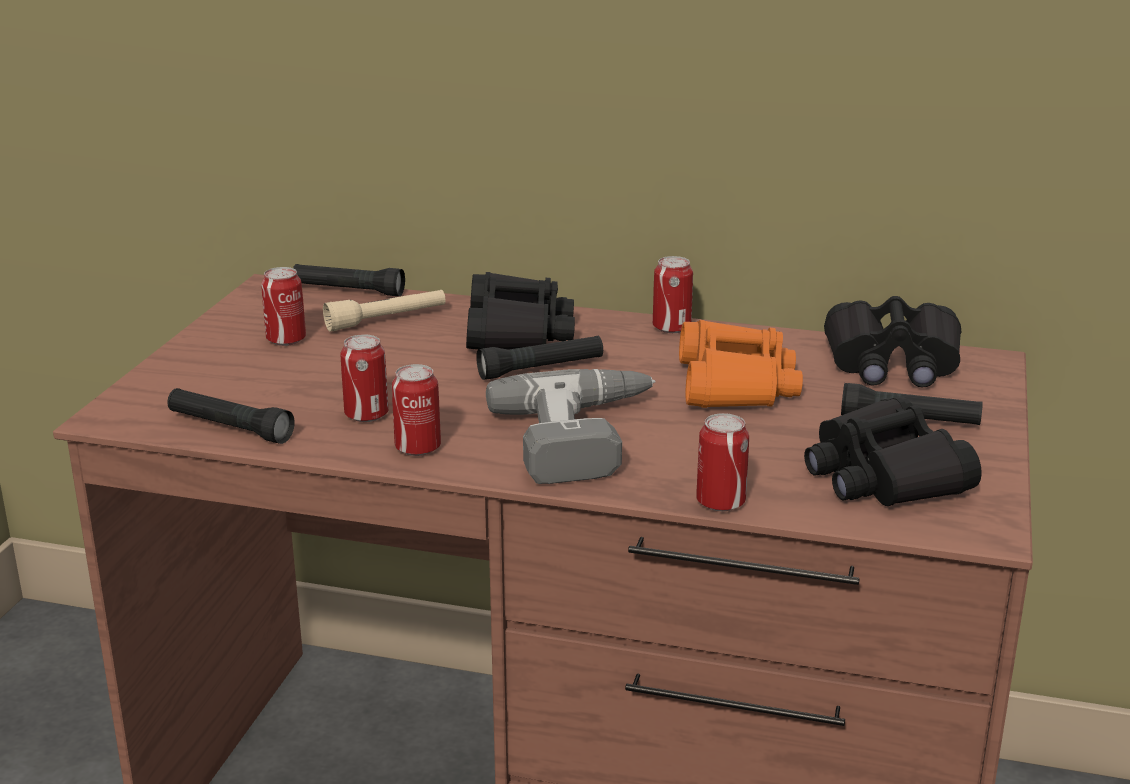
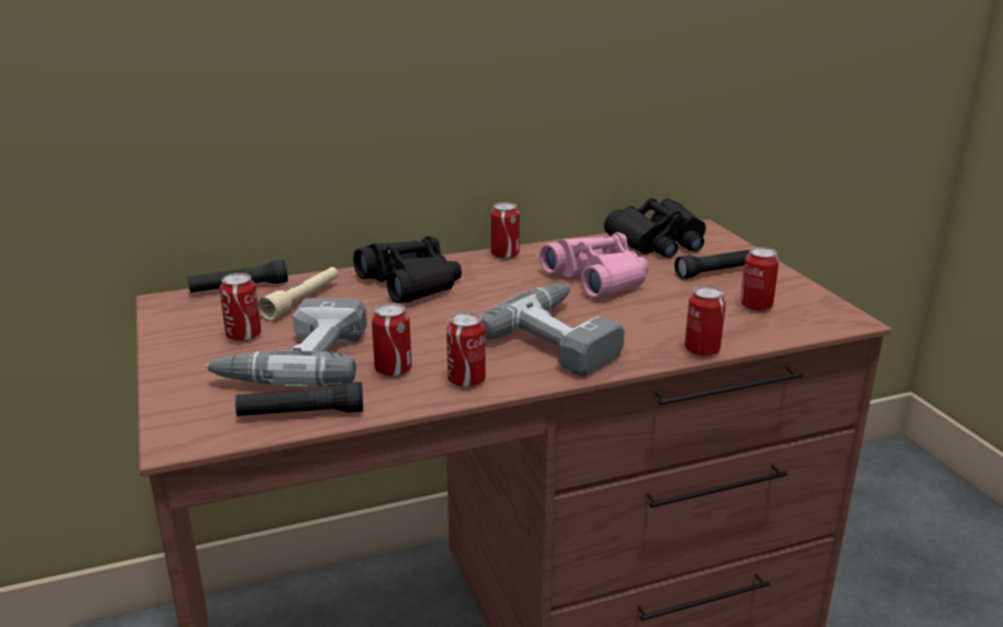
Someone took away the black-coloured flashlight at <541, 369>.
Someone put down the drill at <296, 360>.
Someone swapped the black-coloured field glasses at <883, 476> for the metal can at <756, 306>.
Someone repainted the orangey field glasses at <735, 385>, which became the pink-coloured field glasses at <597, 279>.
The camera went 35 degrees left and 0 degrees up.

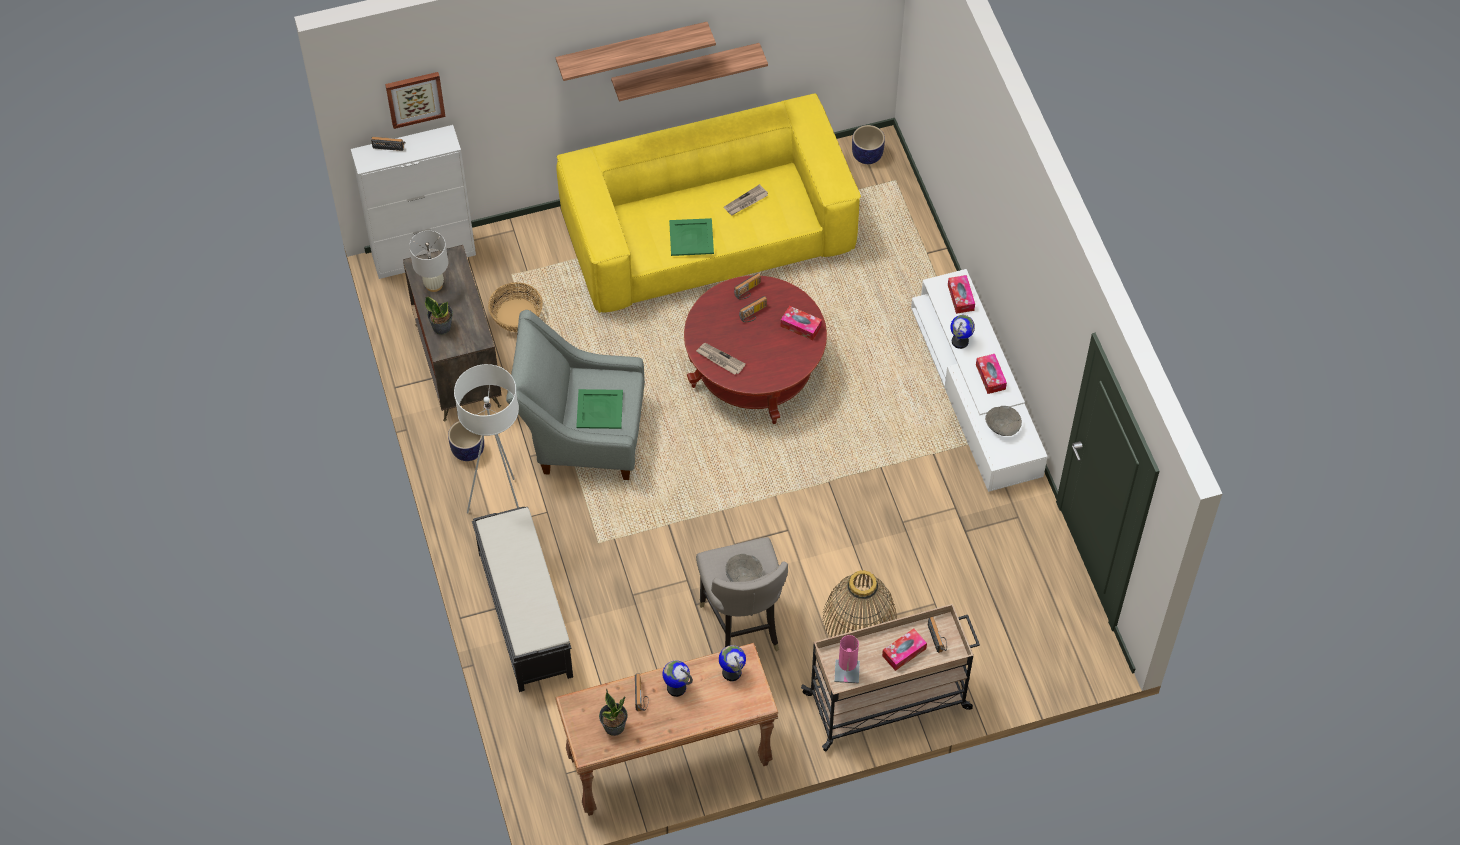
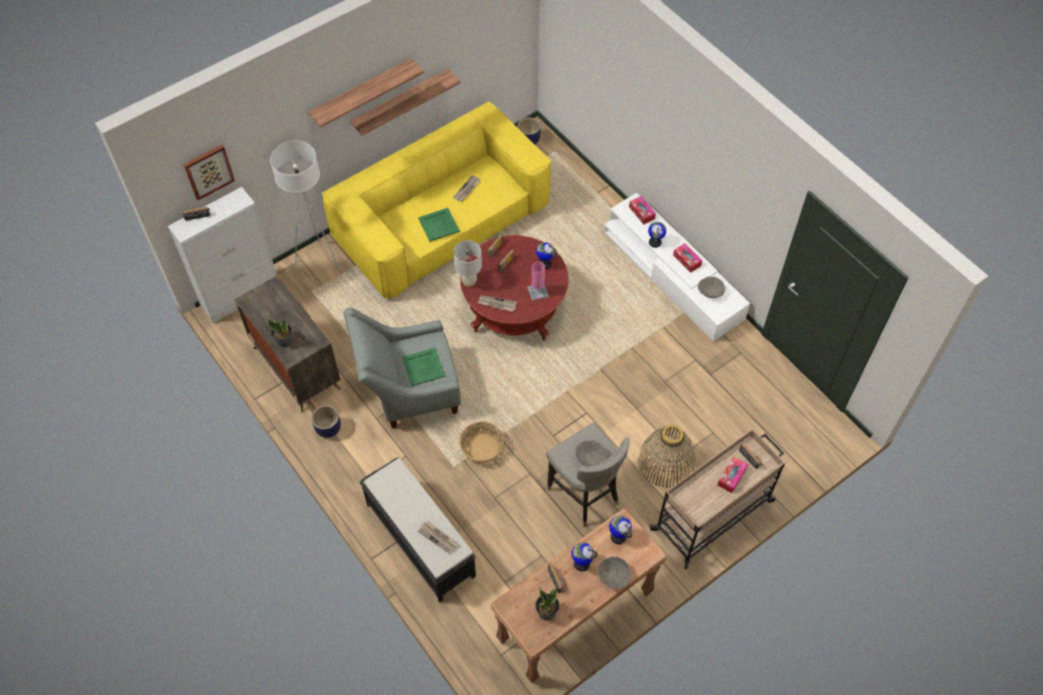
Someone put down the printed paper at <438, 537>.
Someone put down the grey deep dish at <614, 576>.
Someone carried the white lamp for a table from <434, 284> to <469, 281>.
Someone carried the white standing lamp from <502, 508> to <318, 260>.
Someone carried the basket from <516, 315> to <482, 448>.
Someone carried the pink-coloured lamp for a table from <847, 671> to <537, 292>.
Someone swapped the box of tissues at <800, 326> for the desk globe at <544, 263>.
The camera went 20 degrees left and 0 degrees up.

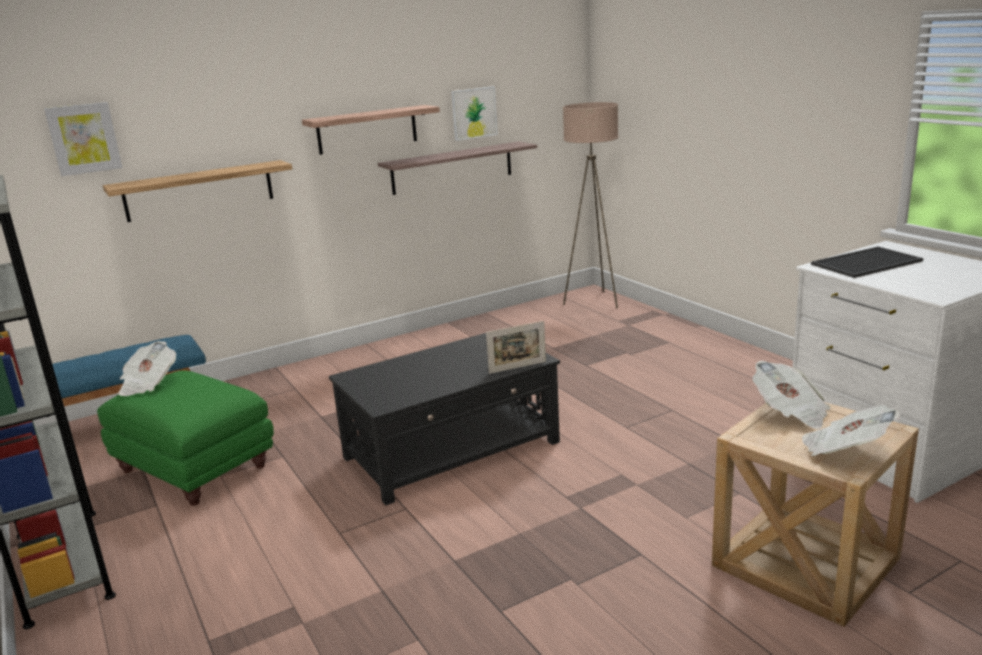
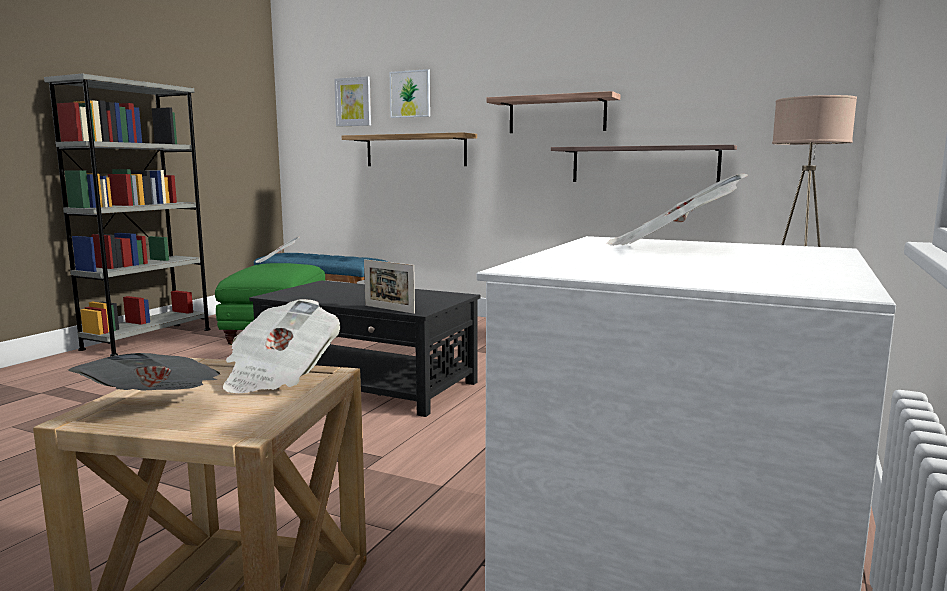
Someone carried the wall picture from <474, 113> to <410, 94>.
Someone swapped the carrying tray at <867, 263> for the printed paper at <670, 247>.
The camera went 55 degrees right and 10 degrees down.

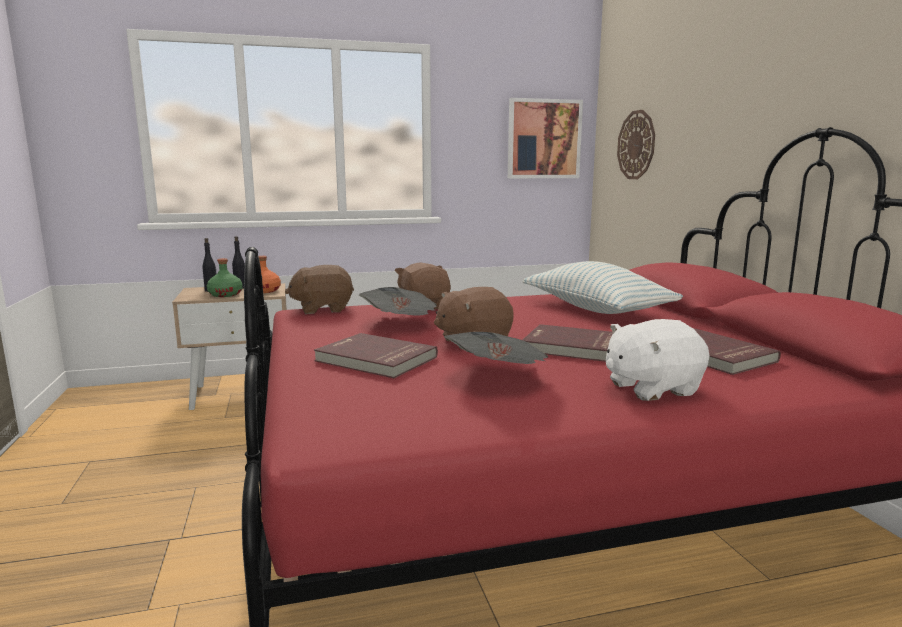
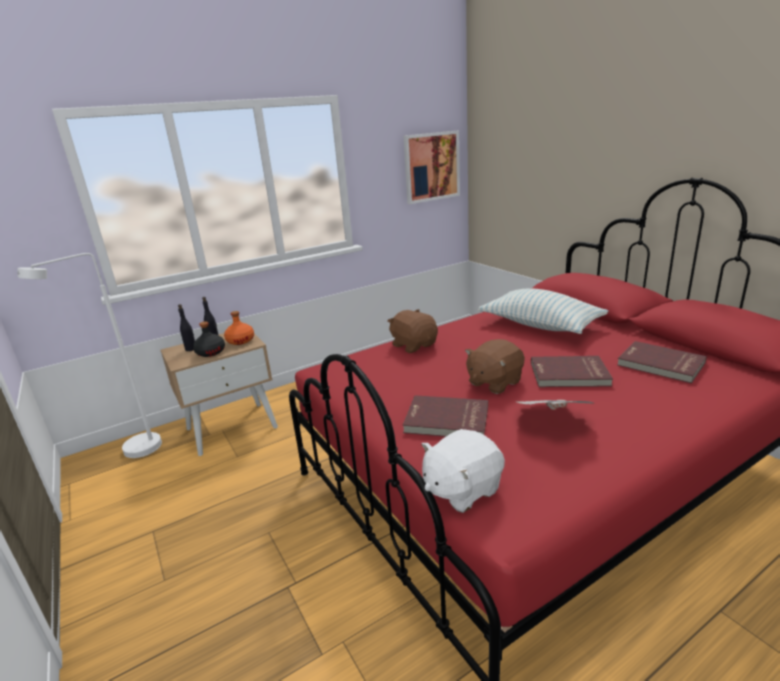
Someone took away the brown-coloured plush toy at <322, 309>.
Someone took away the printed paper at <401, 323>.
Someone took away the wall clock at <636, 145>.
Someone put down the white standing lamp at <133, 453>.
Someone carried the white plush toy from <651, 388> to <461, 489>.
Someone repainted the green drink bottle at <225, 294>, which became the black-coloured drink bottle at <210, 352>.
The camera went 15 degrees left and 10 degrees up.

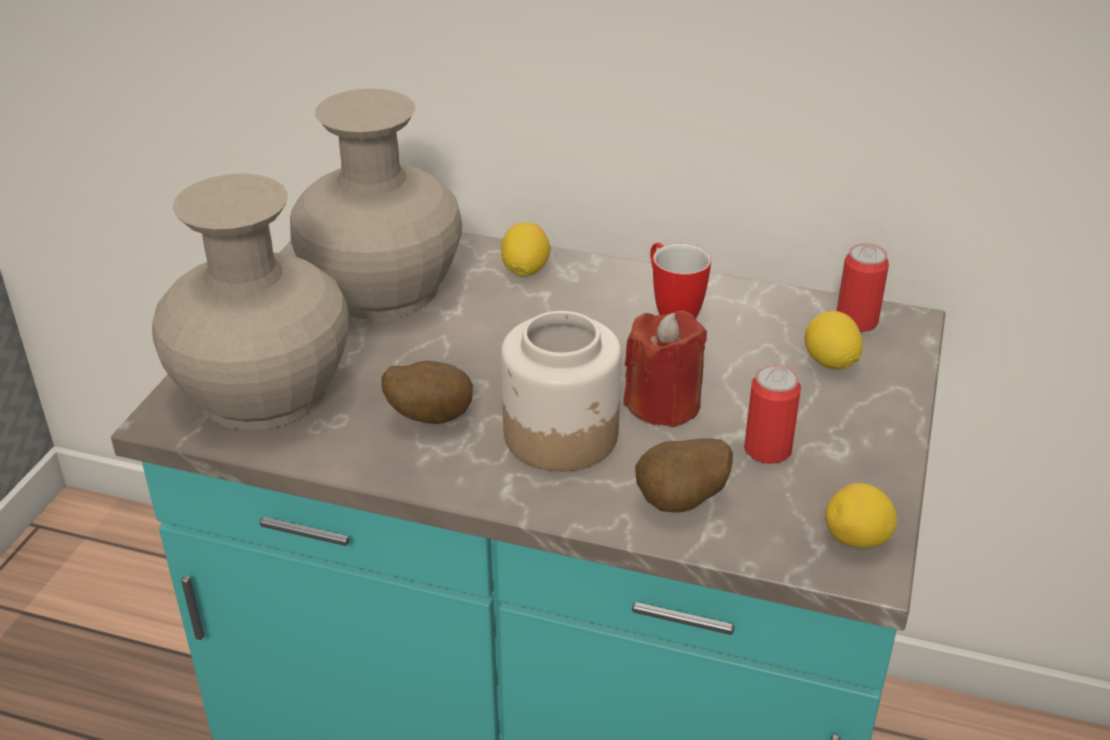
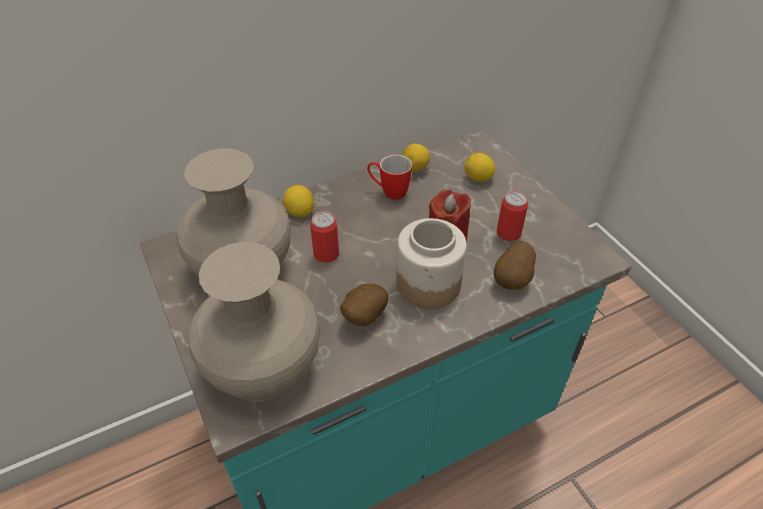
Someone carried the citrus fruit from <856, 540> to <415, 168>.
Someone carried the metal can from <856, 321> to <326, 254>.
The camera went 45 degrees left and 10 degrees up.

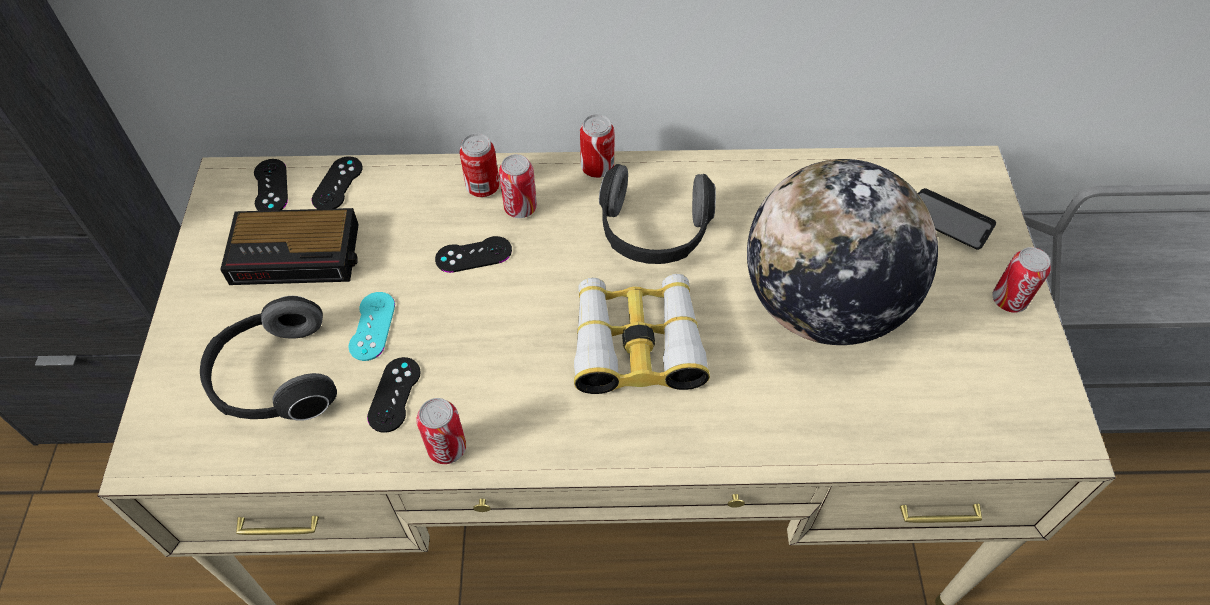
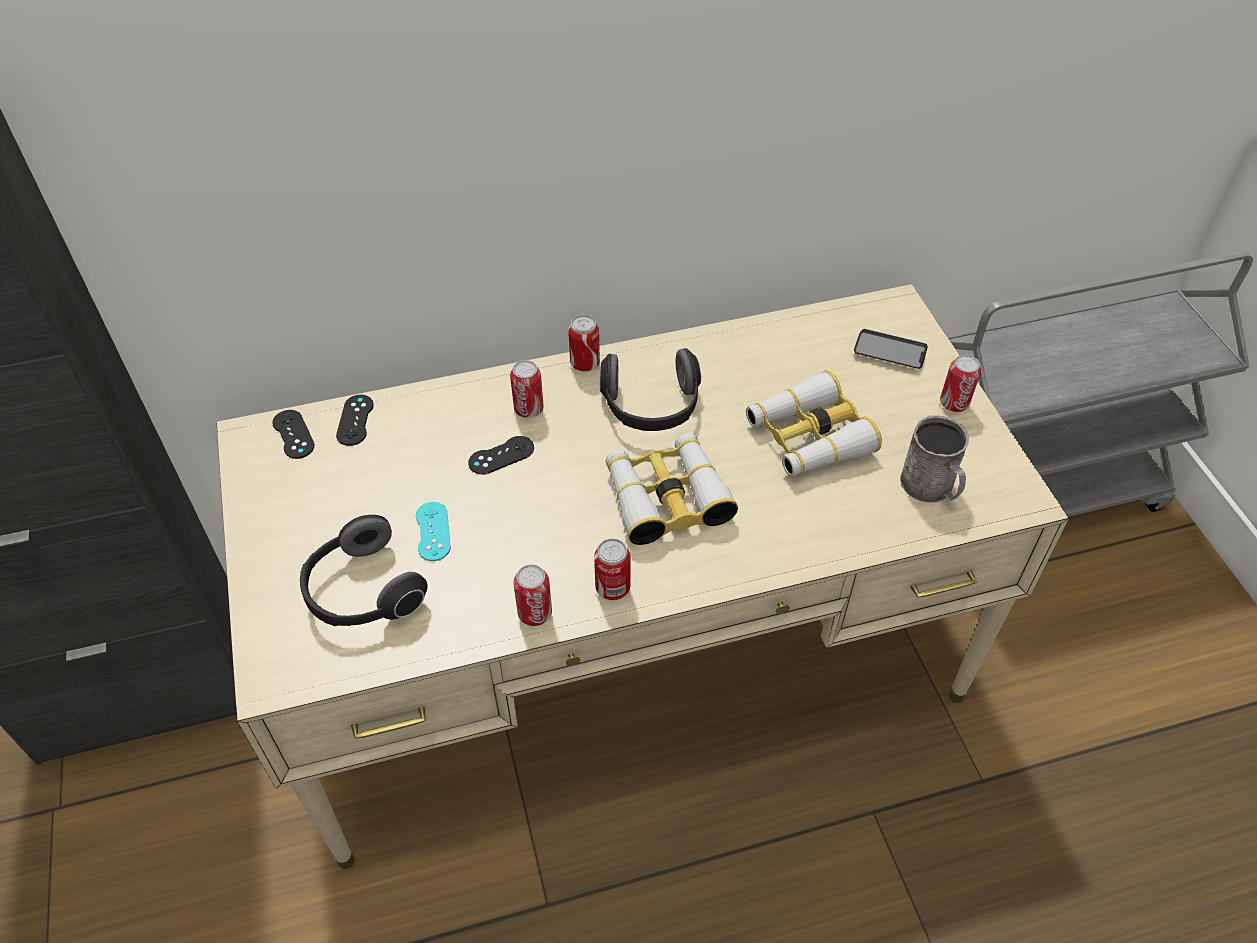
Someone took away the alarm clock at <298, 253>.
Someone took away the black-coloured gamepad at <394, 394>.
Someone put down the grey tea mug at <931, 488>.
Someone carried the metal can from <483, 187> to <612, 588>.
Someone swapped the desk globe at <822, 305> for the field glasses at <808, 437>.
The camera went 15 degrees left and 5 degrees down.

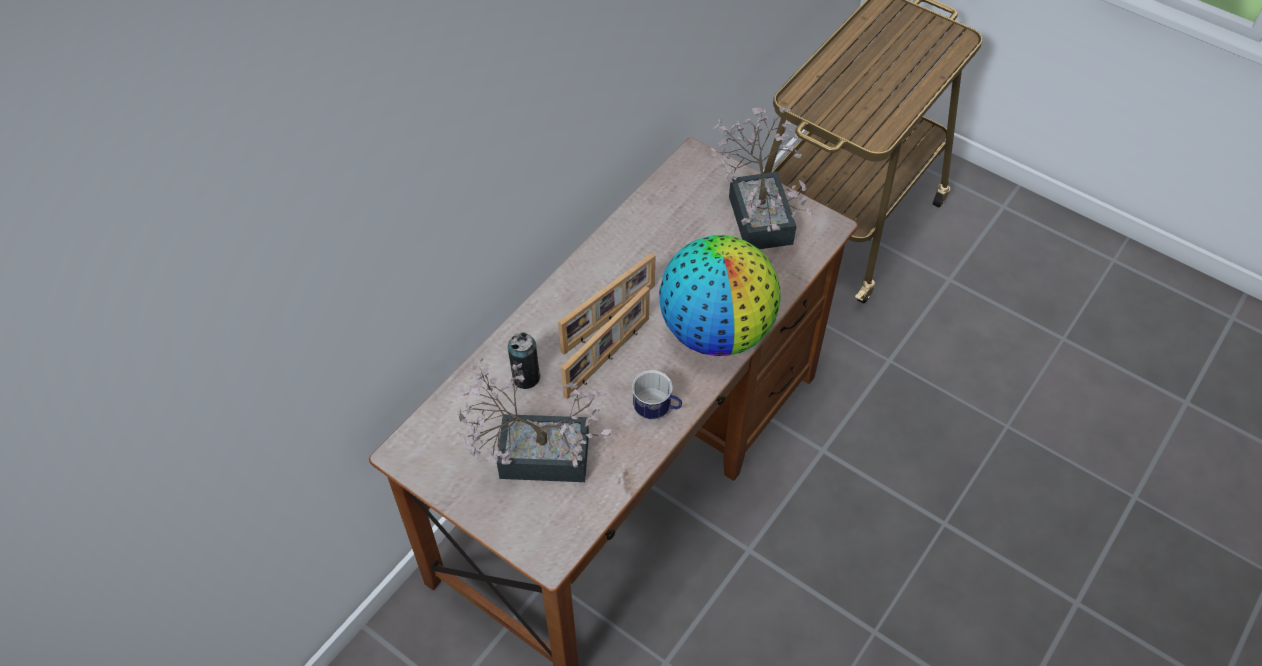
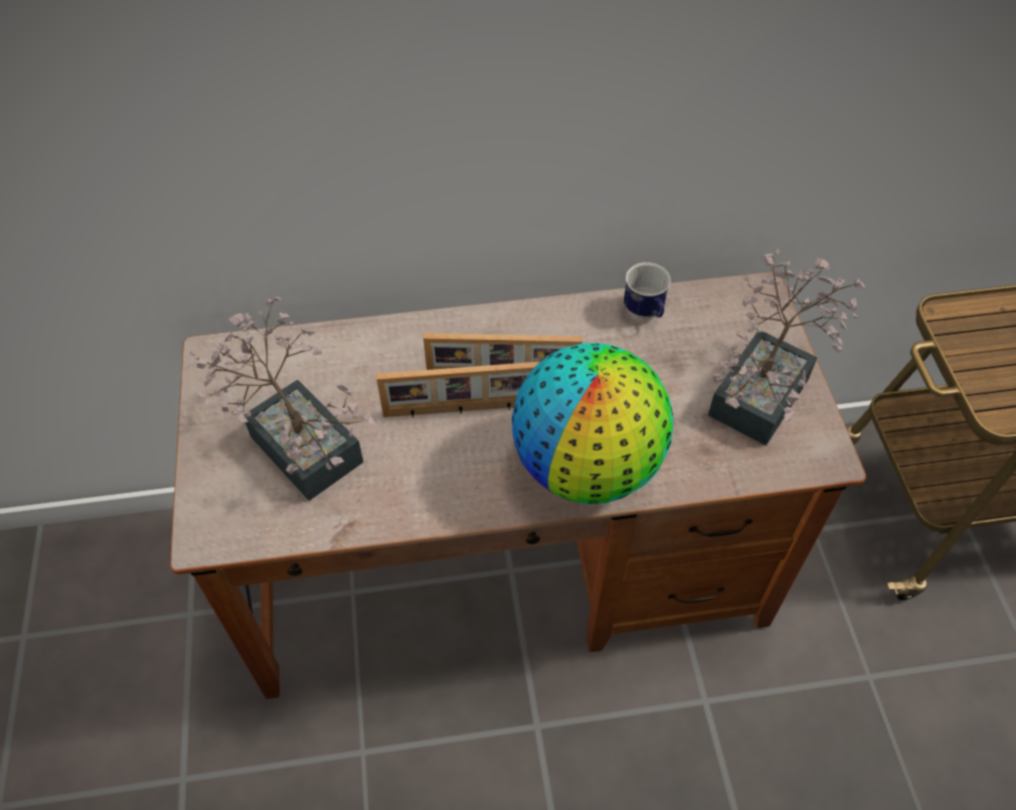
Someone took away the metal can at <526, 377>.
Someone carried the tea mug from <657, 411> to <645, 314>.
The camera went 45 degrees right and 0 degrees up.

